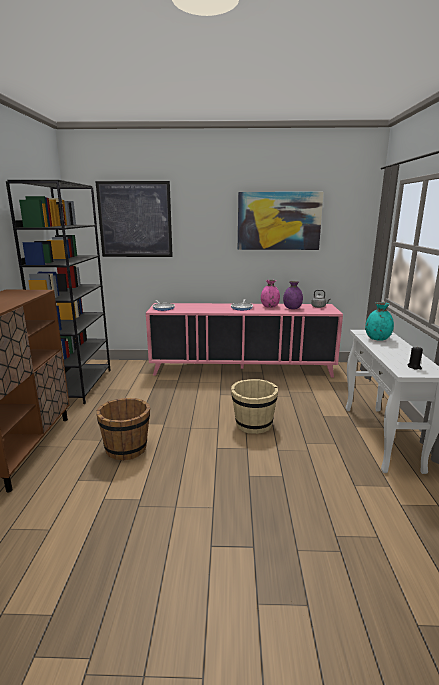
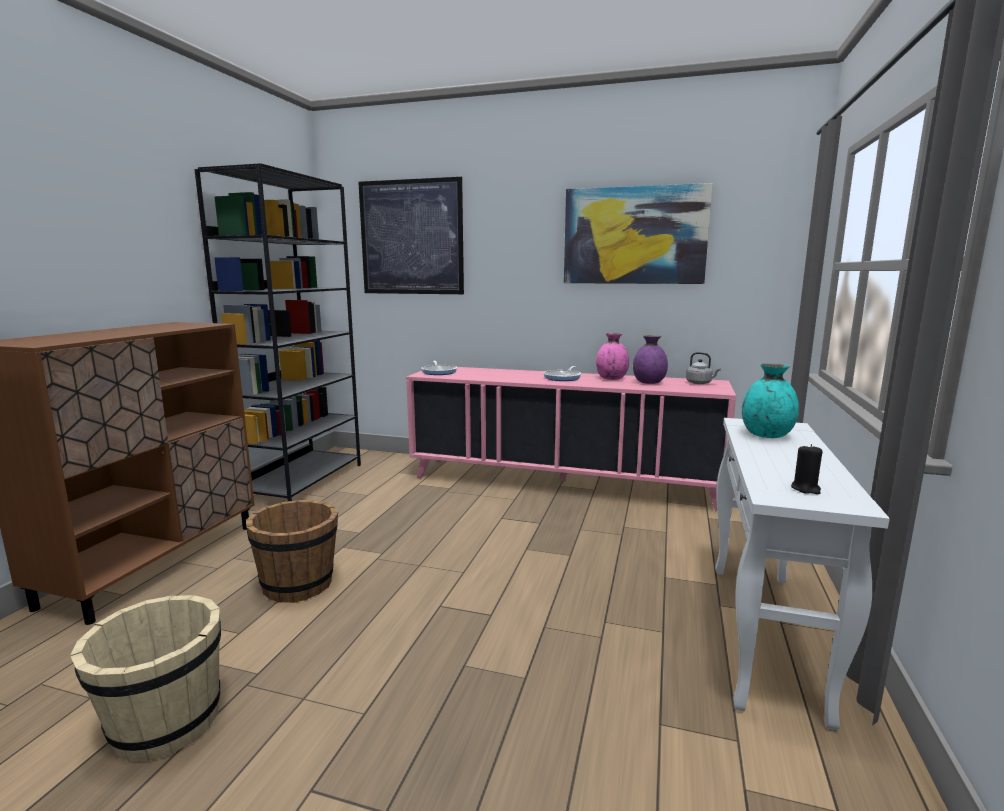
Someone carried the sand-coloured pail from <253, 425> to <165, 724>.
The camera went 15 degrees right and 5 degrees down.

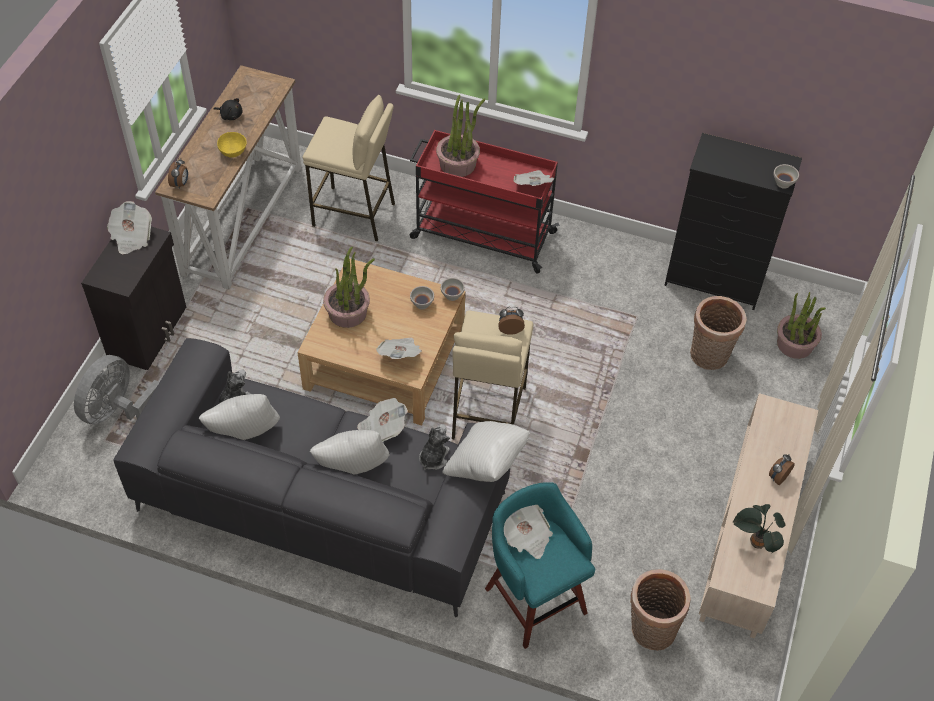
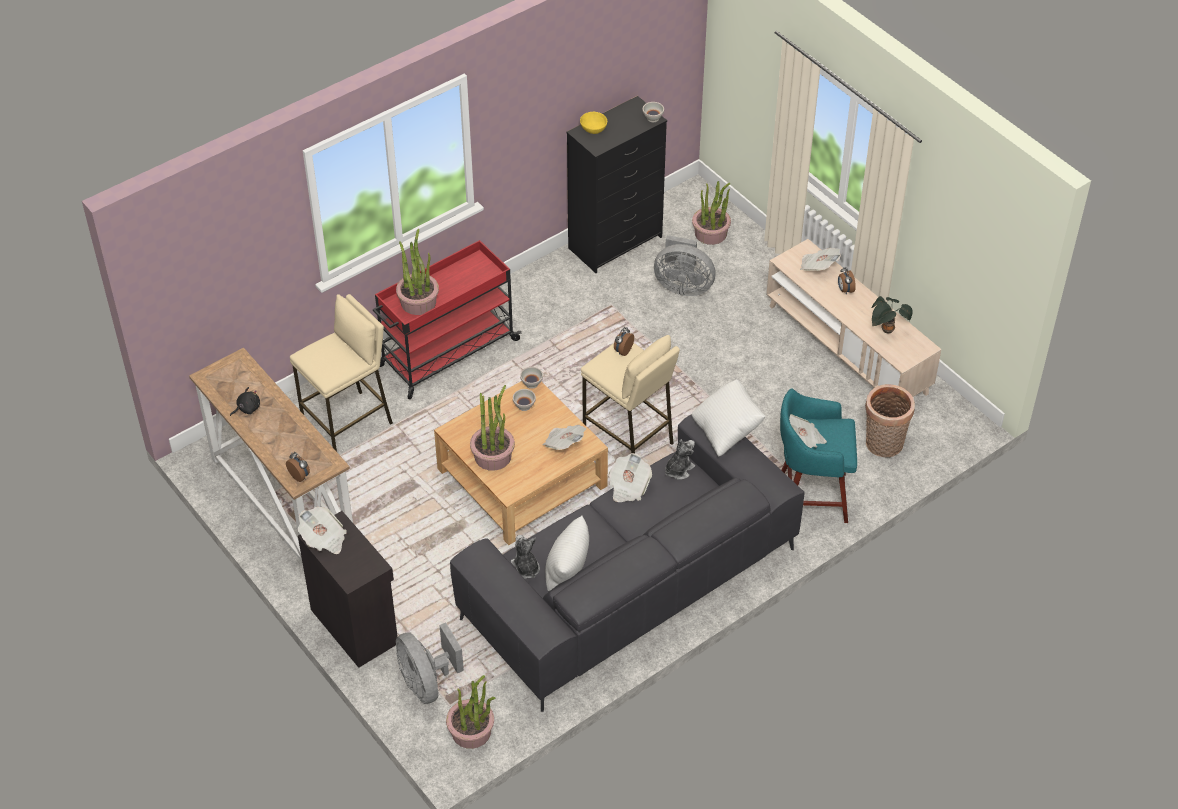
Someone took away the white cushion at <353, 472>.
Someone put down the houseplant at <471, 731>.
Someone carried the yellow deep dish from <233, 151> to <593, 129>.
Someone carried the printed paper from <532, 186> to <818, 267>.
Someone swapped the basket at <709, 357> for the grey cooling fan at <683, 286>.
Someone rotated the plush toy at <433, 457> by 75 degrees clockwise.
The camera went 55 degrees left and 5 degrees down.

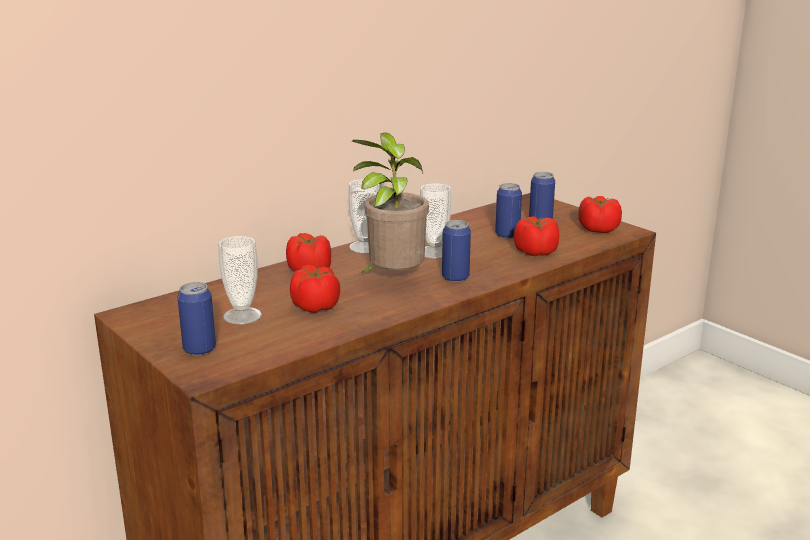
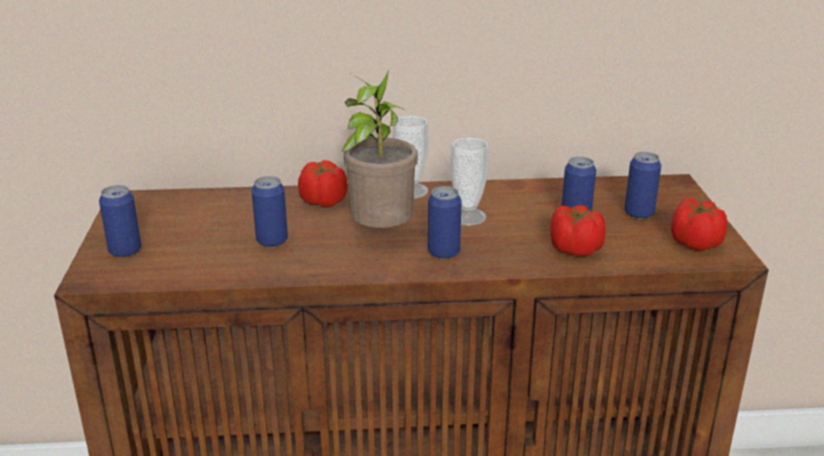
Someone took away the drinking cup at <242, 316>.
Someone swapped the whole tomato at <315, 306> for the metal can at <272, 241>.
The camera went 35 degrees right and 5 degrees up.

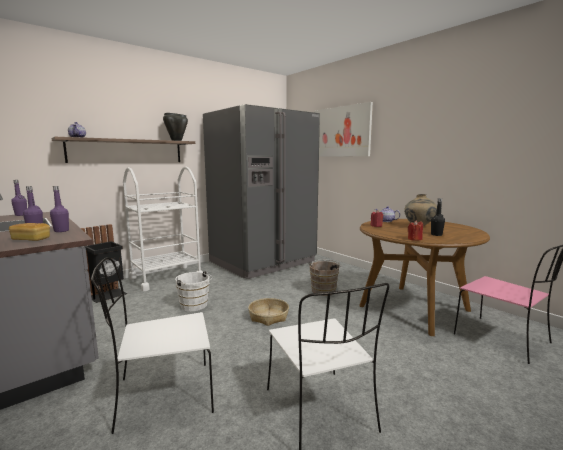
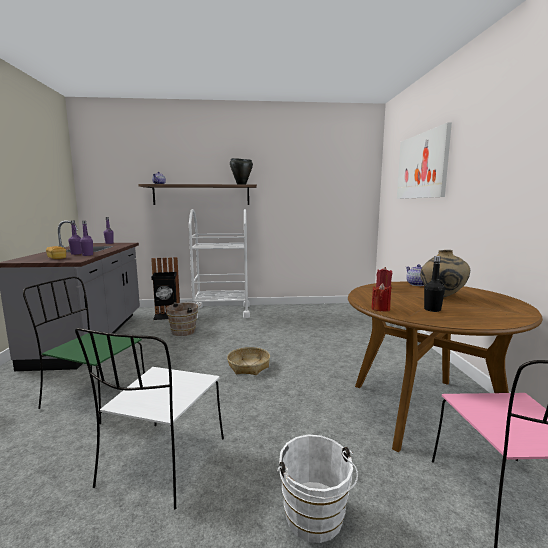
Someone took away the grey fridge at <262, 262>.
Someone carried the white pail from <195, 306> to <315, 520>.
Someone carried the brown-coloured pail from <324, 290> to <185, 331>.
Someone repainted the white chair at <162, 396>, which became the green chair at <93, 398>.
The camera went 35 degrees right and 0 degrees up.

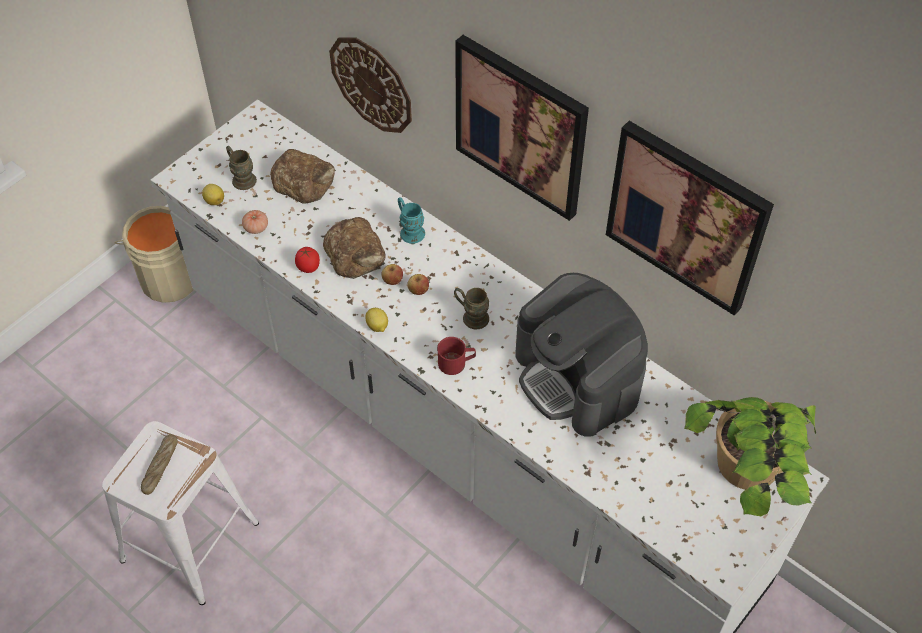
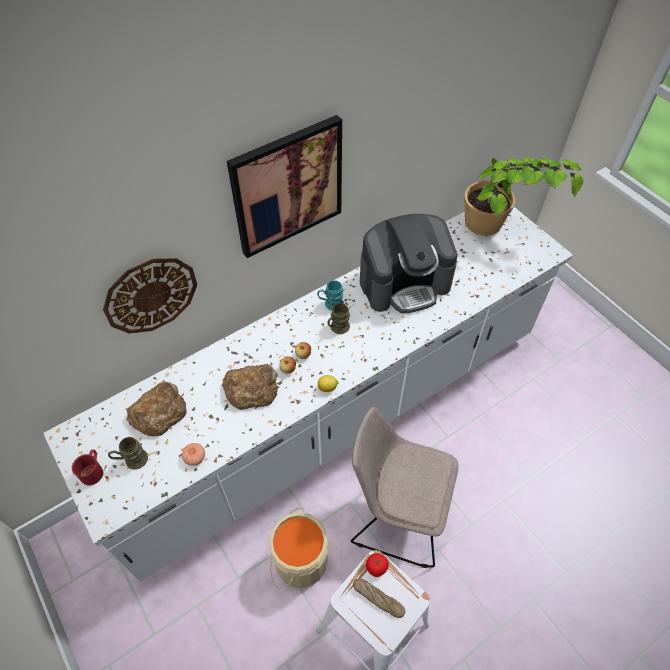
Someone took away the citrus fruit at <214, 200>.
Someone took away the wall picture at <686, 217>.
Someone put down the sand-coloured chair at <397, 513>.
Someone carried the sand-coloured pail from <170, 276> to <298, 561>.
Someone carried the whole tomato from <308, 268> to <376, 568>.
Someone carried the blue-green tea mug from <409, 230> to <330, 304>.
Someone carried the red-coloured tea mug from <456, 363> to <93, 470>.
The camera went 75 degrees left and 0 degrees up.

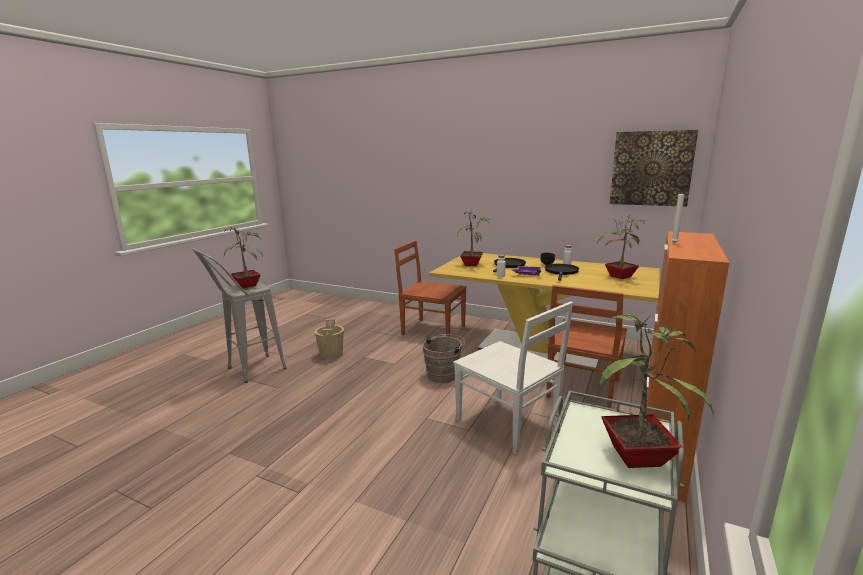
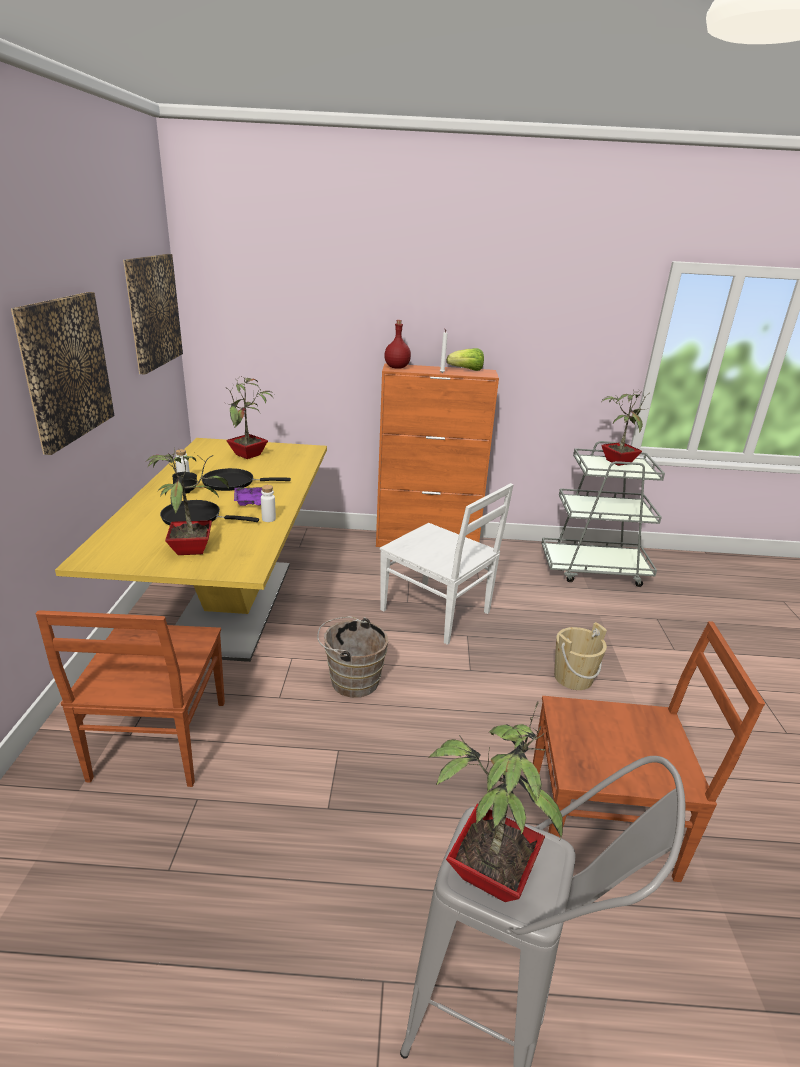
Someone put up the wall picture at <66, 369>.
Someone put down the red-coloured drink bottle at <396, 367>.
Someone put down the lettuce head at <466, 370>.
Someone carried the sand-coloured pail from <331, 354> to <573, 677>.
Someone carried the brown-coloured chair from <583, 389> to <604, 824>.
Someone rotated the white chair at <508, 423> by 105 degrees clockwise.
The camera went 115 degrees left and 10 degrees up.

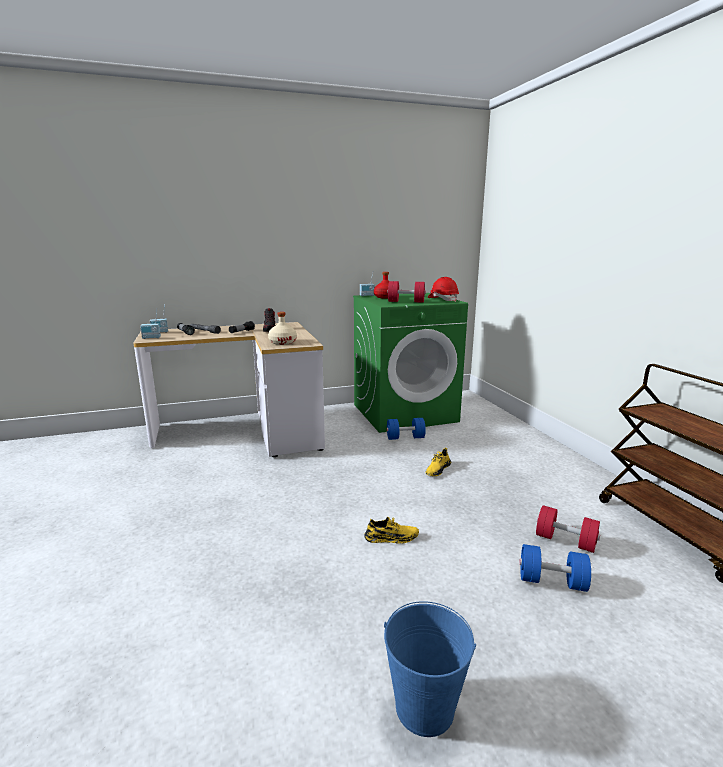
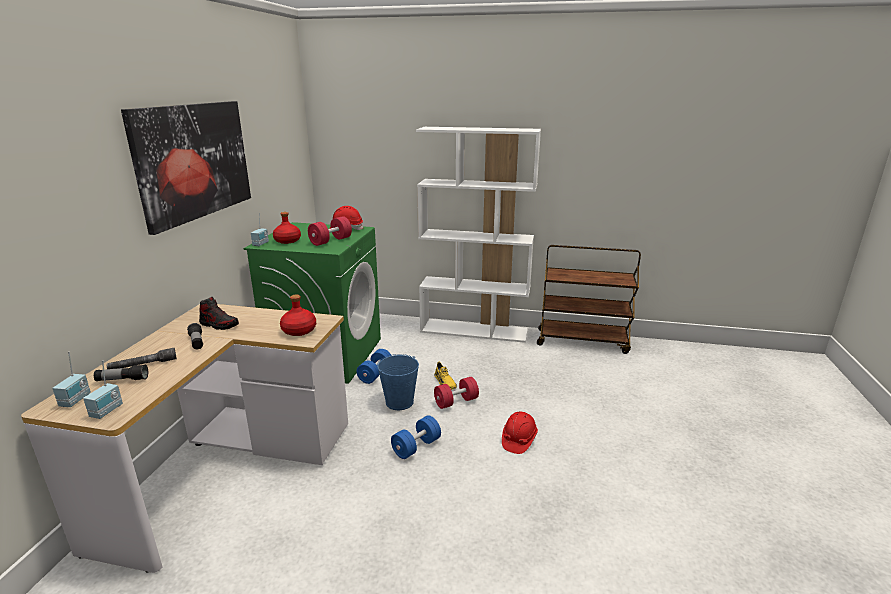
Someone put up the wall picture at <194, 161>.
Someone put down the white bookshelf at <474, 330>.
Someone carried the blue-coloured pail from <424, 707> to <399, 402>.
Someone carried the blue-coloured hand weight from <552, 581> to <416, 447>.
Someone carried the red-coloured hand weight from <565, 541> to <456, 402>.
Someone swapped the yellow item of footwear at <391, 537> for the red-coloured work helmet at <518, 440>.
Someone repainted the sand-coloured drink bottle at <282, 342>, which became the red-coloured drink bottle at <298, 330>.
The camera went 60 degrees left and 5 degrees up.

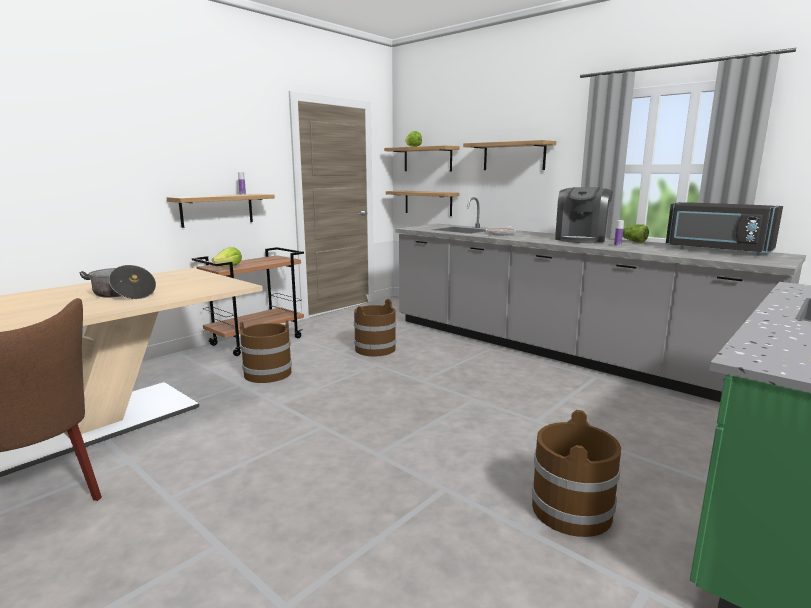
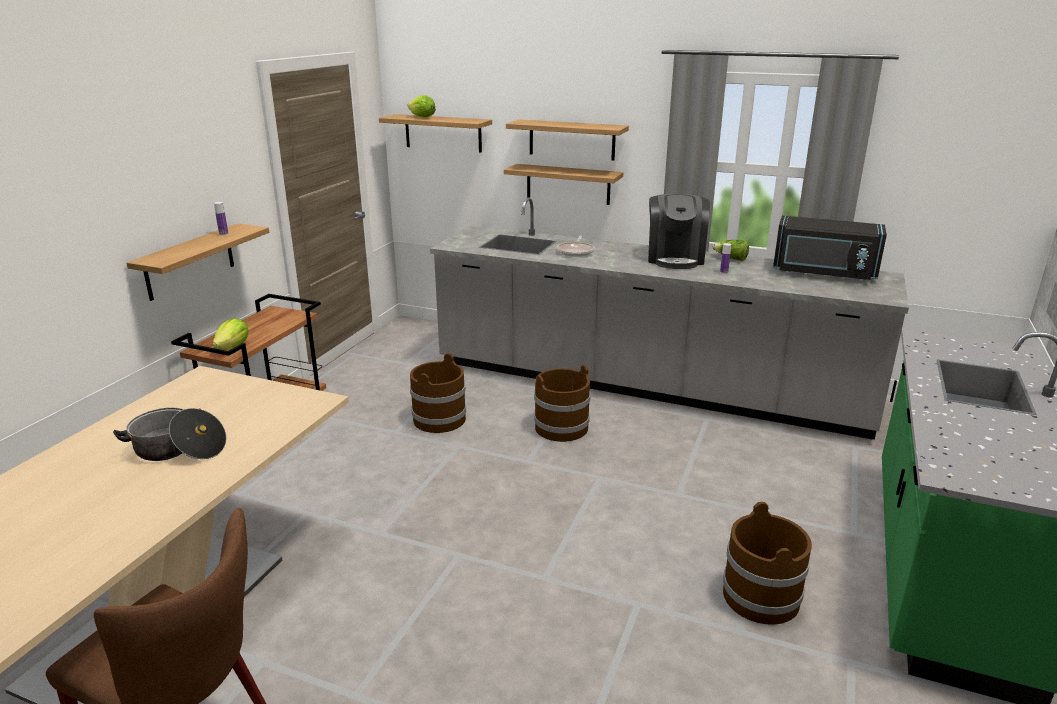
Someone carried the brown-coloured pail from <268, 373> to <561, 427>.
Someone carried the bracket shelf from <428, 203> to <568, 184>.
The camera went 20 degrees left and 10 degrees up.

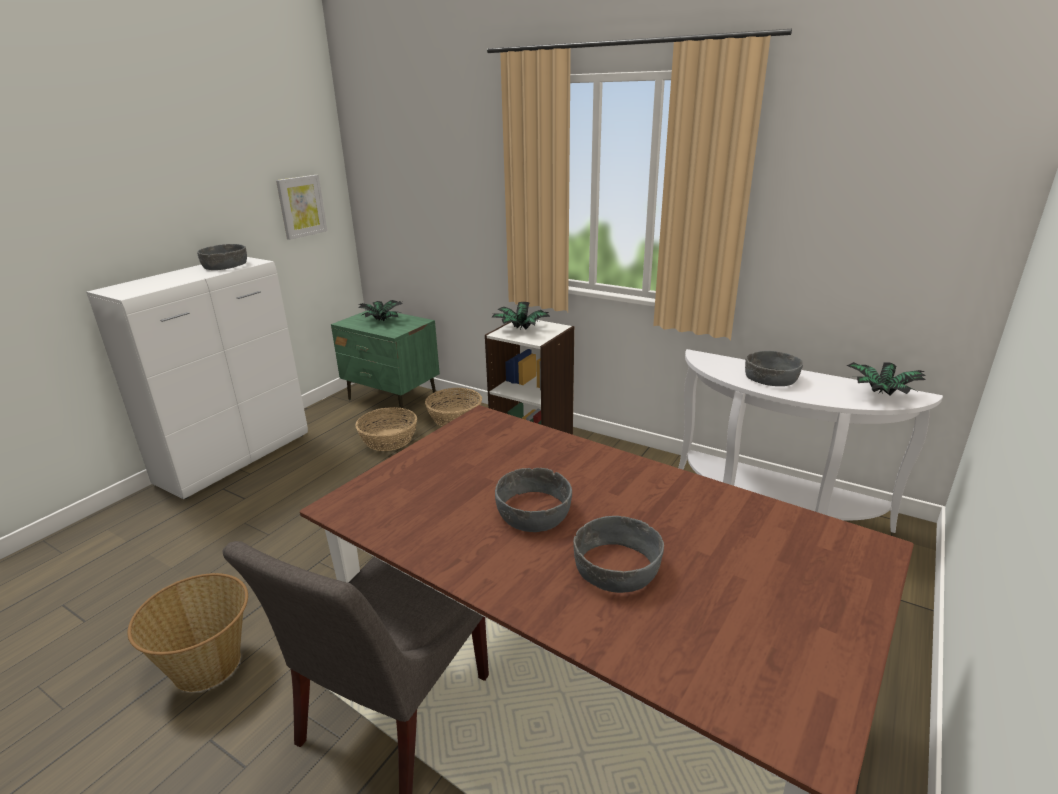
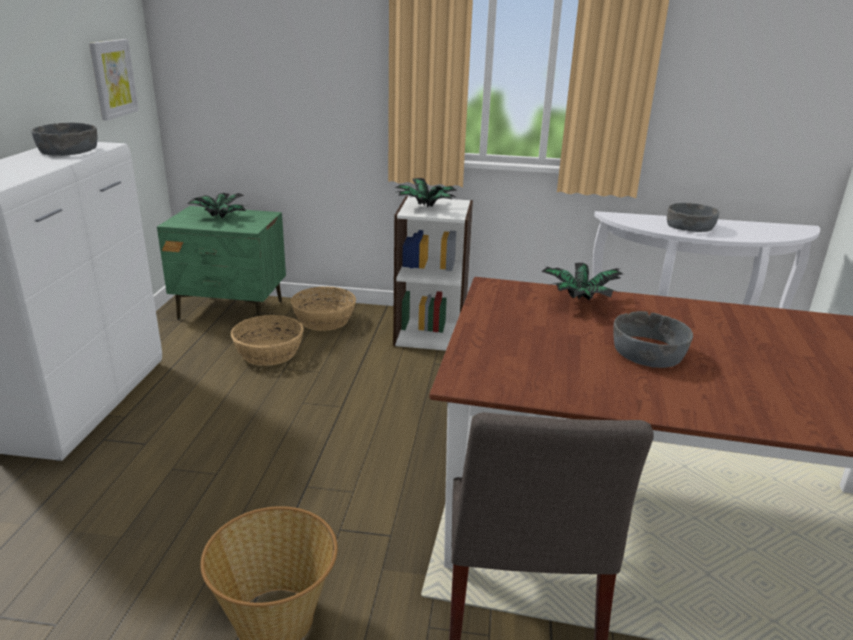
Someone took away the grey deep dish at <618, 567>.
Someone carried the houseplant from <879, 395> to <578, 301>.
The camera went 25 degrees left and 0 degrees up.

